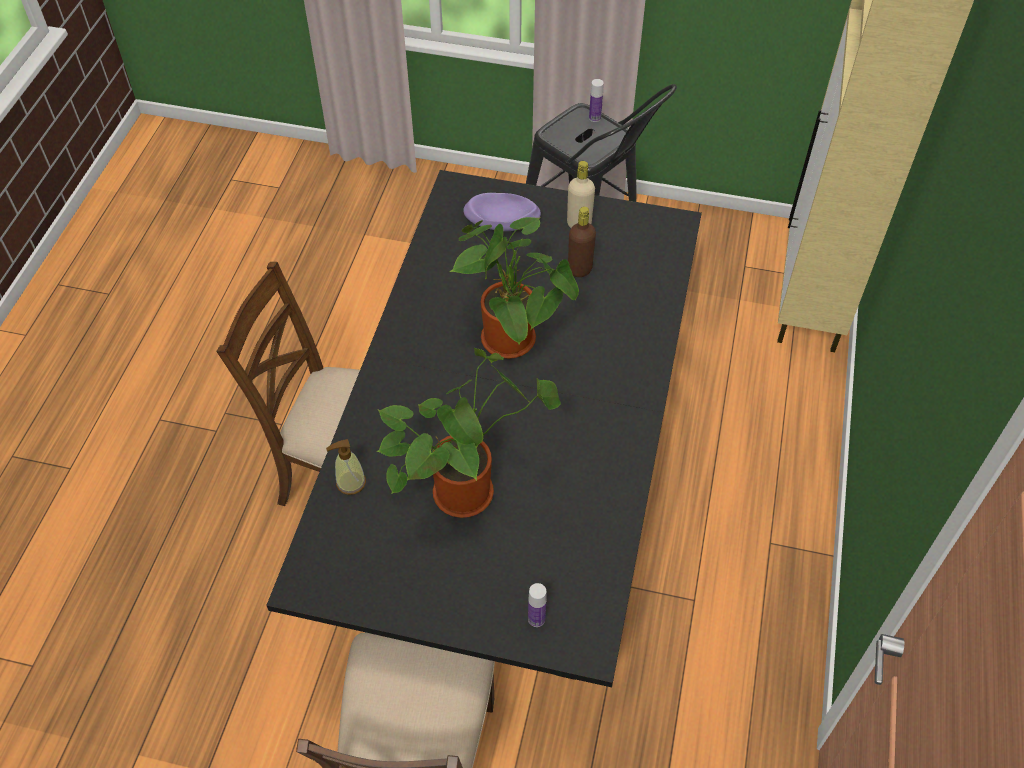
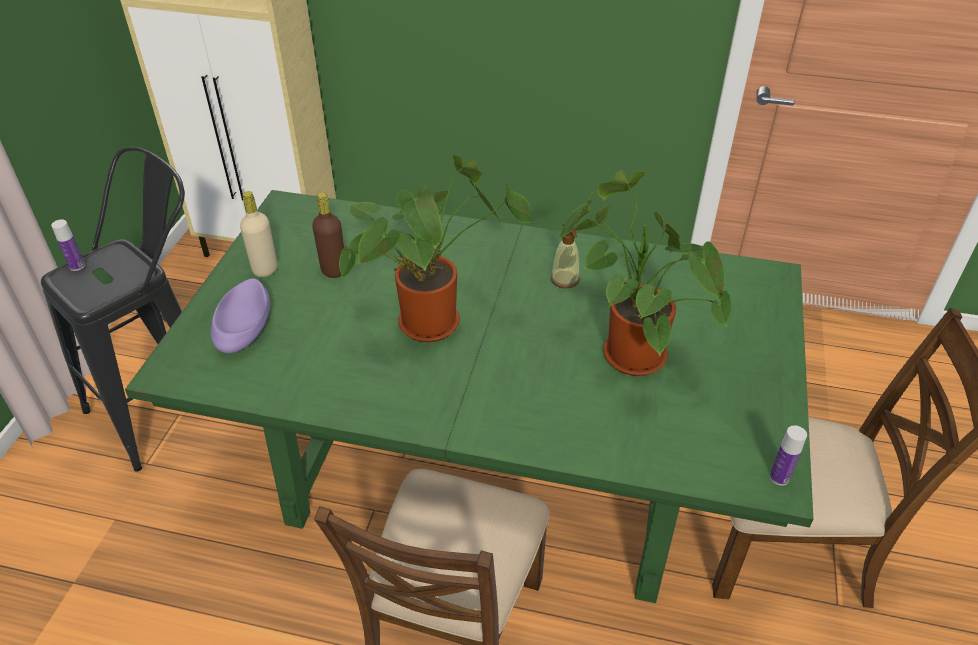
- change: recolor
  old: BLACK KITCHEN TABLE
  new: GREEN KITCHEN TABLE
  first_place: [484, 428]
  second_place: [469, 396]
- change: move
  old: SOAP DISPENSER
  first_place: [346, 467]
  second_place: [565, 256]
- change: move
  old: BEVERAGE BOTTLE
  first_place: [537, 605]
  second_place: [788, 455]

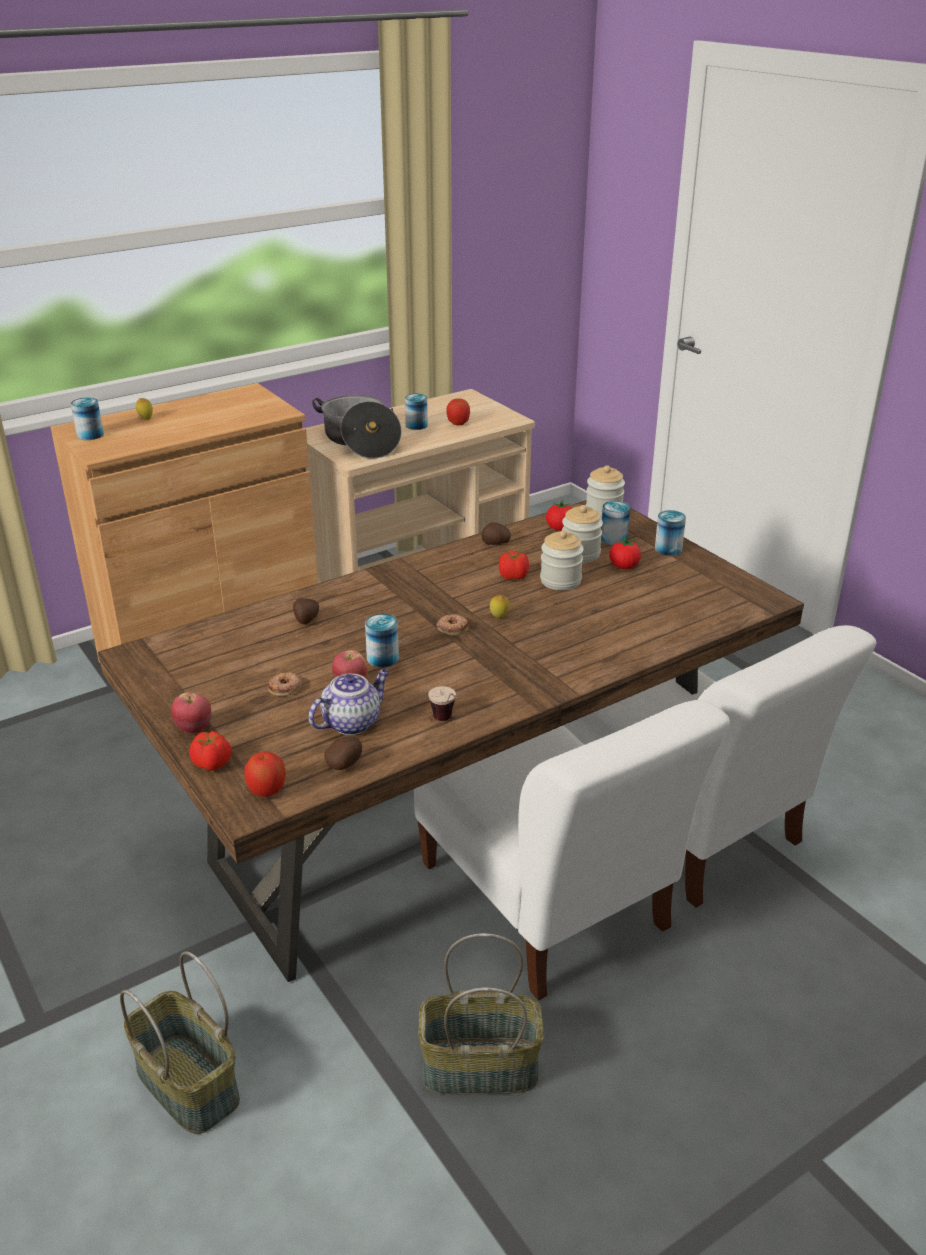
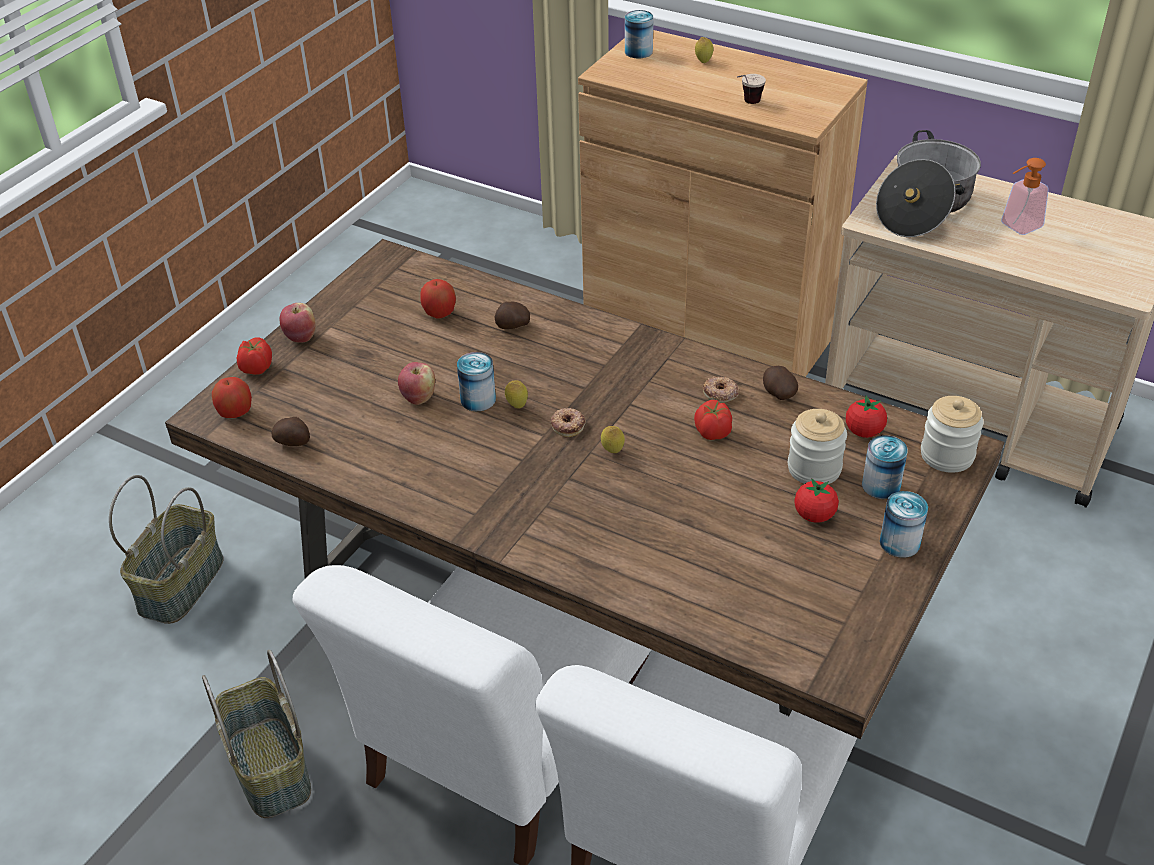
- change: replace
  old: METAL CAN
  new: SOAP DISPENSER
  first_place: [416, 412]
  second_place: [1025, 196]
- change: move
  old: APPLE
  first_place: [458, 411]
  second_place: [438, 299]
- change: delete
  old: PRESERVE JAR
  first_place: [562, 560]
- change: delete
  old: TEAPOT
  first_place: [349, 702]
- change: move
  old: DONUT
  first_place: [285, 684]
  second_place: [721, 389]
- change: move
  old: CUP
  first_place: [443, 703]
  second_place: [751, 89]
- change: insert
  new: LEMON
  second_place: [516, 394]

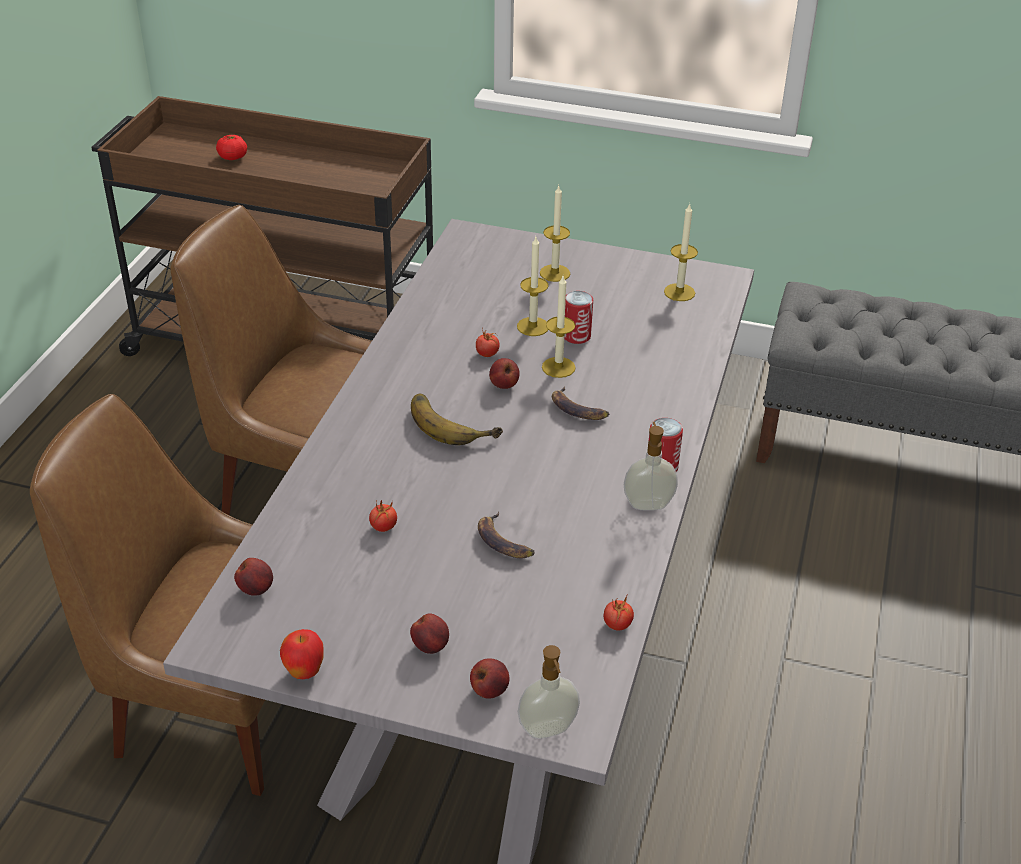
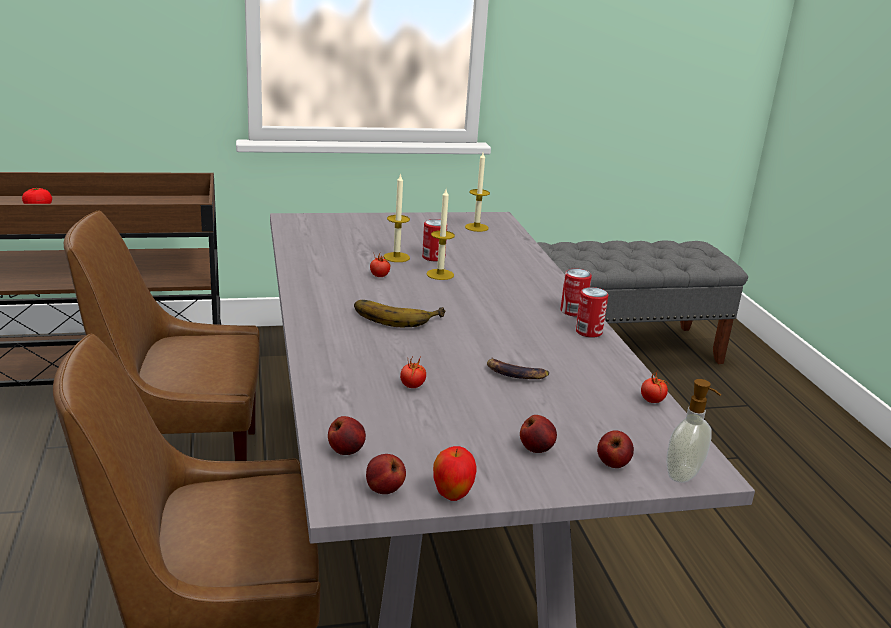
- change: delete
  old: WAX CANDLE
  first_place: [555, 234]
- change: move
  old: APPLE
  first_place: [504, 373]
  second_place: [386, 474]
- change: delete
  old: BANANA FRUIT
  first_place: [580, 403]
- change: replace
  old: SOAP DISPENSER
  new: METAL CAN
  first_place: [651, 466]
  second_place: [591, 312]

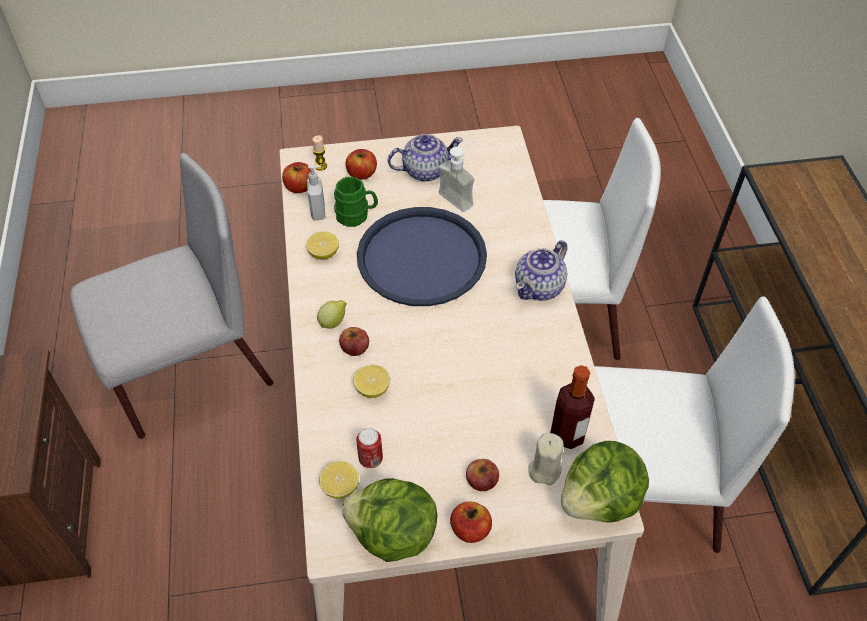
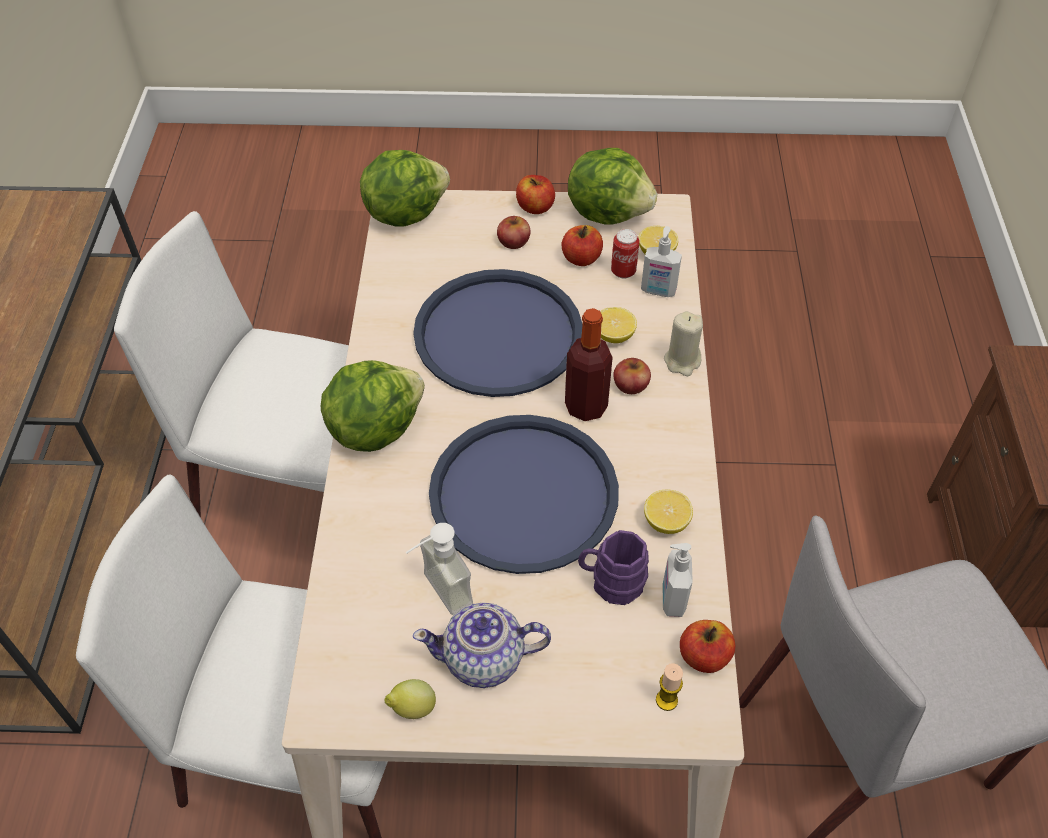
- change: move
  old: APPLE
  first_place: [361, 164]
  second_place: [582, 245]
- change: recolor
  old: GREEN COFFEE MUG
  new: PURPLE-COLOURED COFFEE MUG
  first_place: [356, 202]
  second_place: [613, 567]
- change: replace
  old: TEAPOT
  new: LETTUCE HEAD
  first_place: [541, 270]
  second_place: [373, 406]
- change: move
  old: LEMON
  first_place: [332, 314]
  second_place: [410, 699]
- change: move
  old: BEVERAGE BOTTLE
  first_place: [572, 407]
  second_place: [589, 364]
- change: move
  old: BEIGE WAX CANDLE
  first_place: [546, 459]
  second_place: [683, 343]
- change: insert
  new: SOAP DISPENSER
  second_place: [661, 261]
- change: insert
  new: BLUE CARRYING TRAY
  second_place: [498, 333]

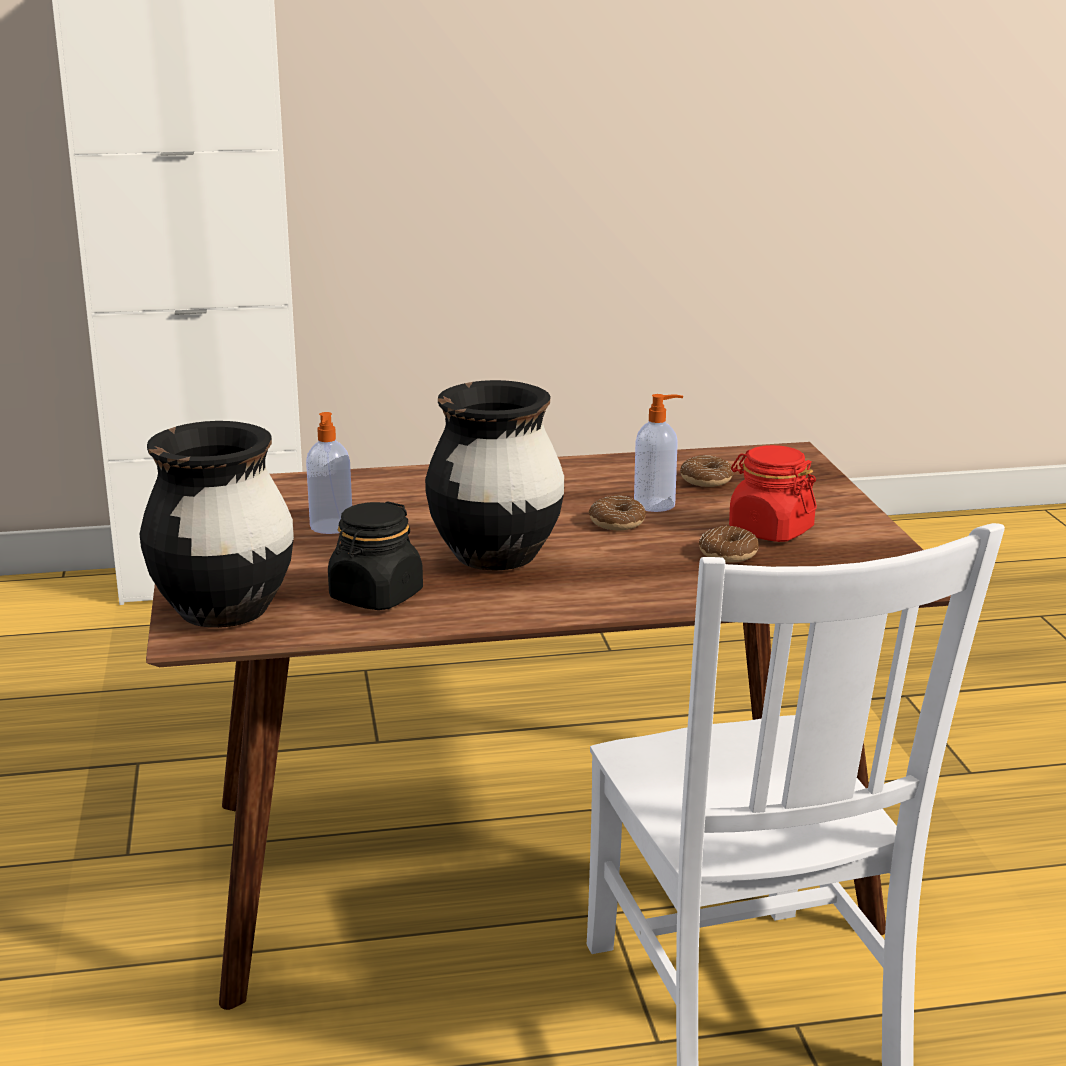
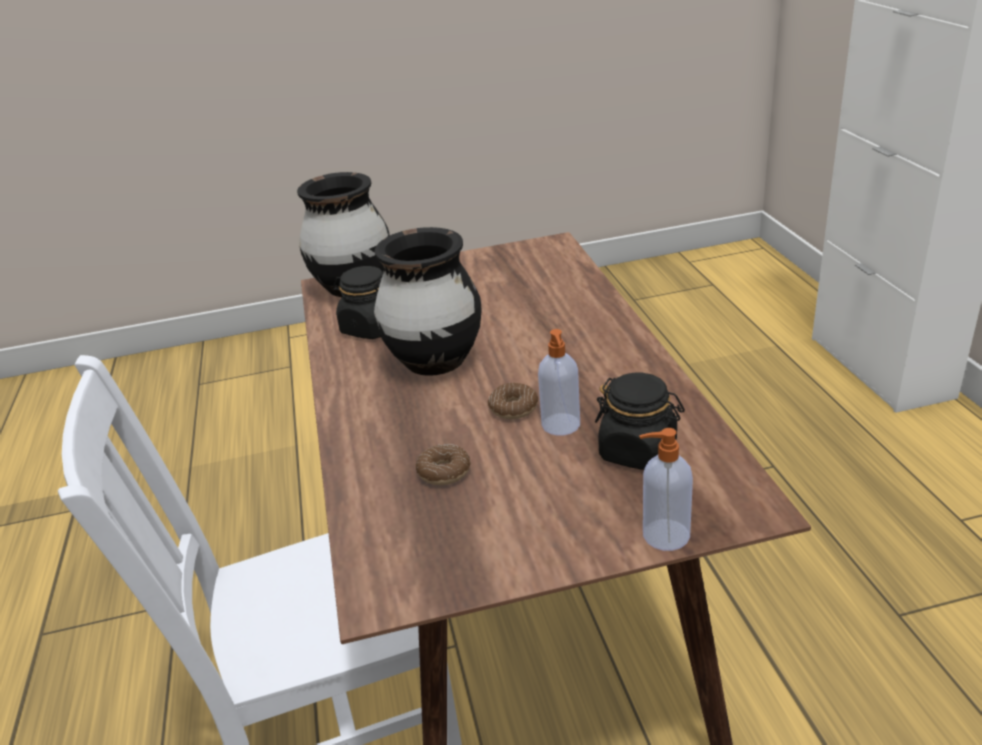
- change: move
  old: SOAP DISPENSER
  first_place: [329, 473]
  second_place: [666, 489]
- change: delete
  old: REDDISH PRESERVE JAR
  first_place: [773, 493]
- change: replace
  old: DONUT
  new: BLACK PRESERVE JAR
  first_place: [707, 471]
  second_place: [640, 421]

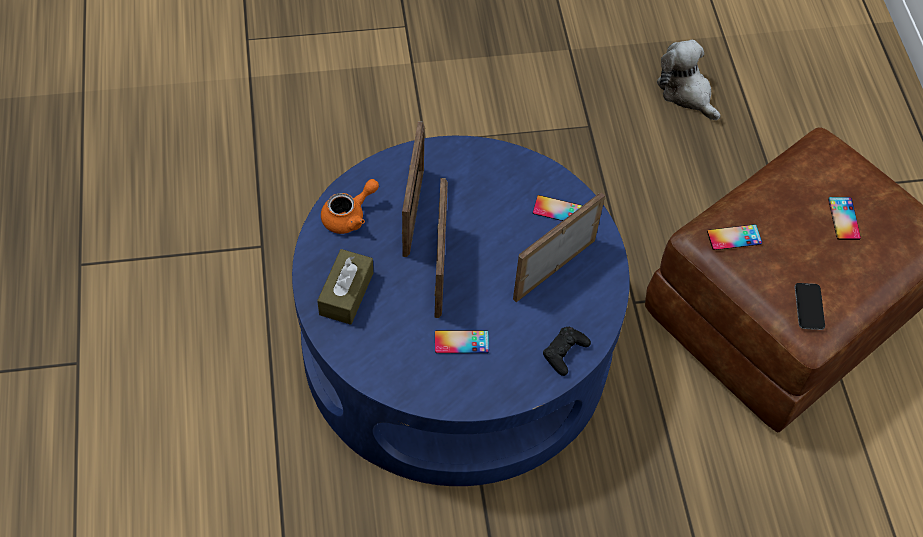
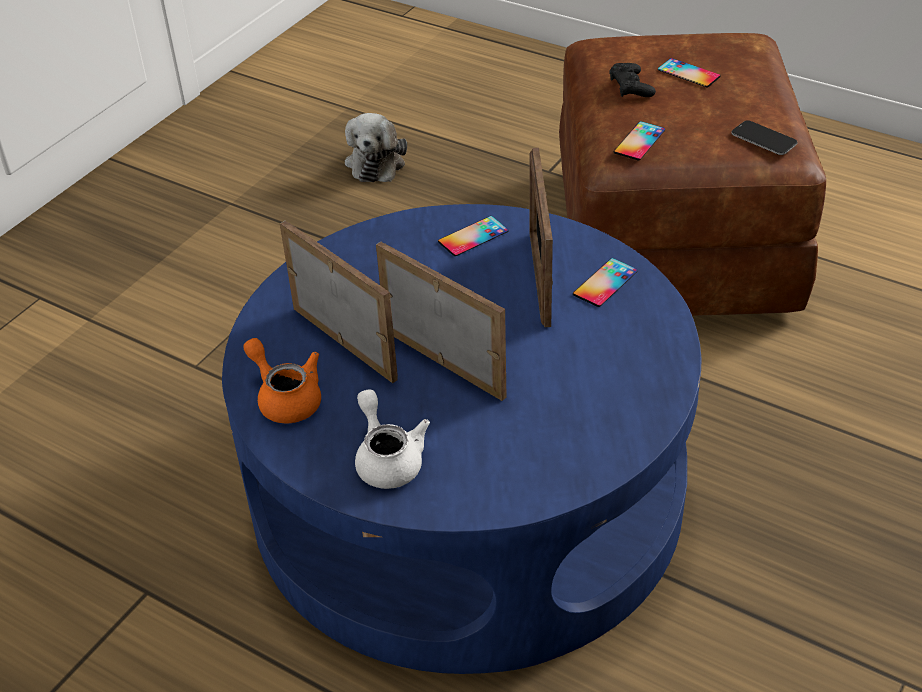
- change: rotate
  old: SOFT TOY
  first_place: [688, 80]
  second_place: [376, 147]
  degrees: -90
- change: rotate
  old: ORANGE TEAPOT
  first_place: [350, 206]
  second_place: [282, 381]
  degrees: -45
- change: replace
  old: BROWN-COLOURED TISSUE HOLDER
  new: WHITE TEAPOT
  first_place: [345, 287]
  second_place: [392, 439]
- change: move
  old: BLACK GAME CONTROLLER
  first_place: [567, 351]
  second_place: [632, 80]
- change: move
  old: PHONE
  first_place: [462, 341]
  second_place: [605, 282]

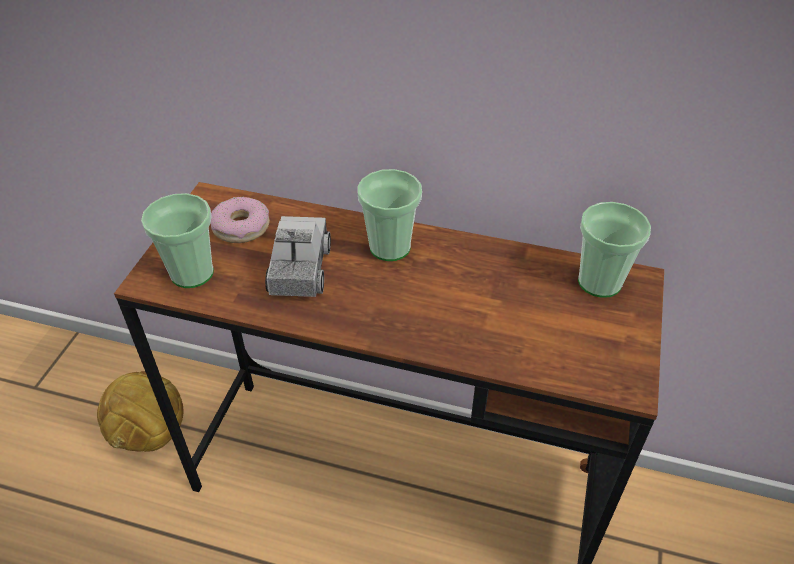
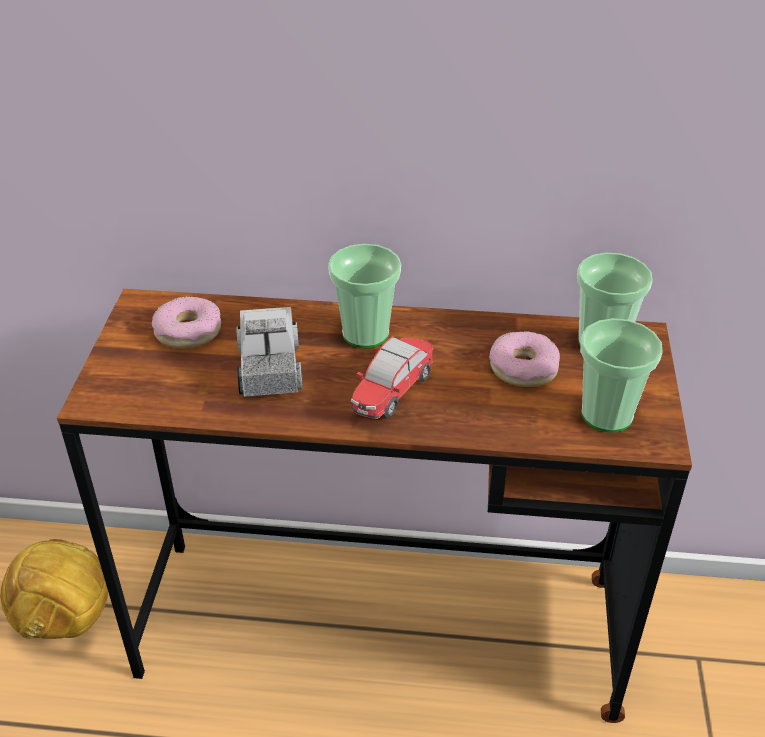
- change: move
  old: CUP
  first_place: [177, 240]
  second_place: [621, 375]
- change: insert
  new: DONUT
  second_place: [524, 359]
- change: insert
  new: MODEL CAR
  second_place: [392, 377]

